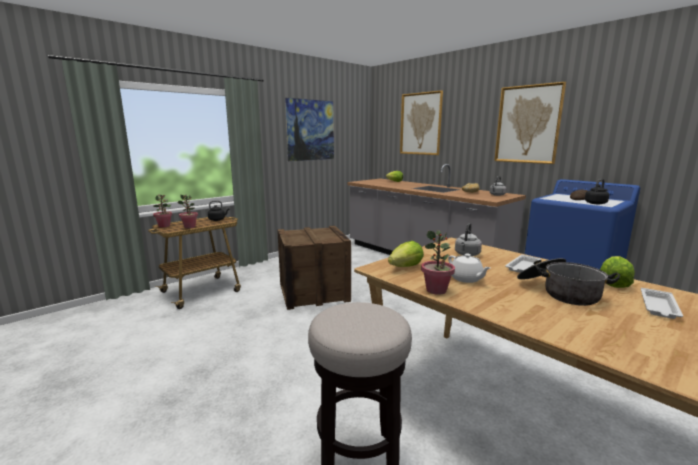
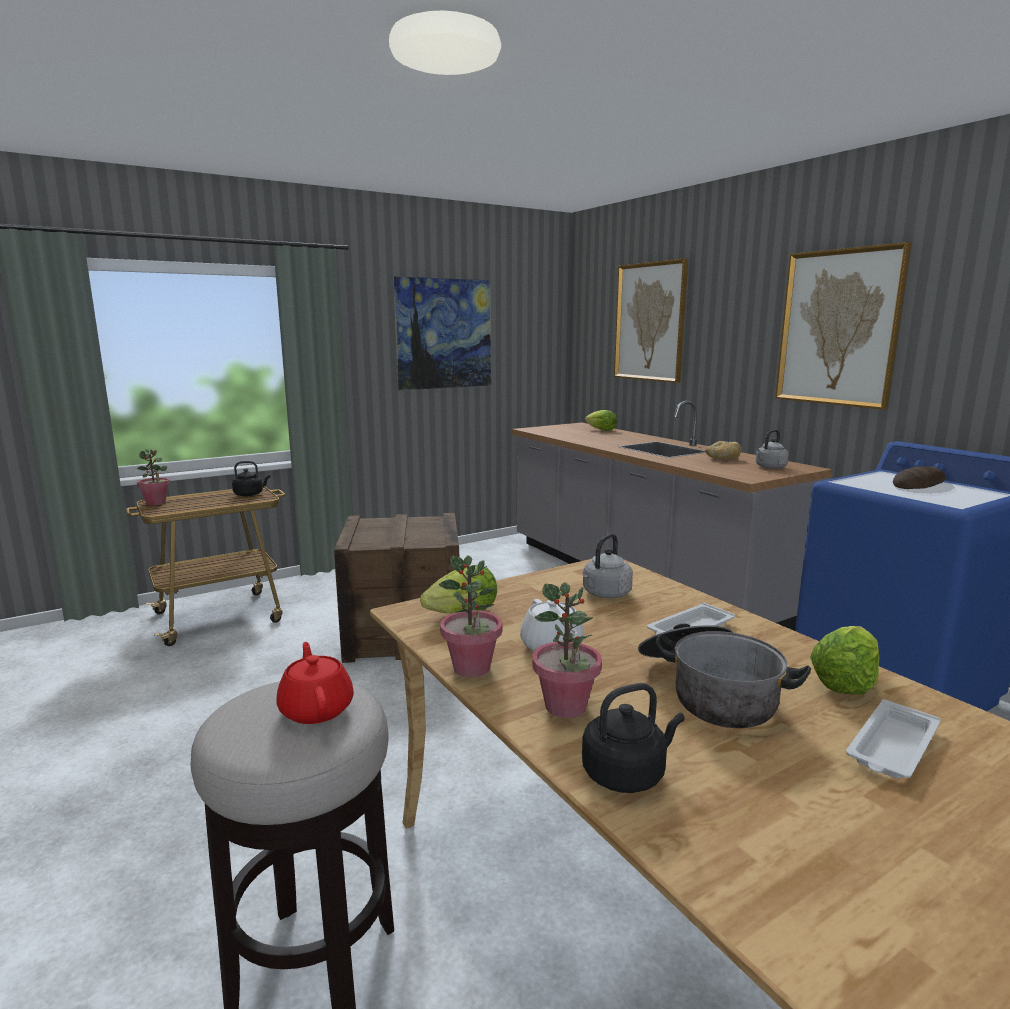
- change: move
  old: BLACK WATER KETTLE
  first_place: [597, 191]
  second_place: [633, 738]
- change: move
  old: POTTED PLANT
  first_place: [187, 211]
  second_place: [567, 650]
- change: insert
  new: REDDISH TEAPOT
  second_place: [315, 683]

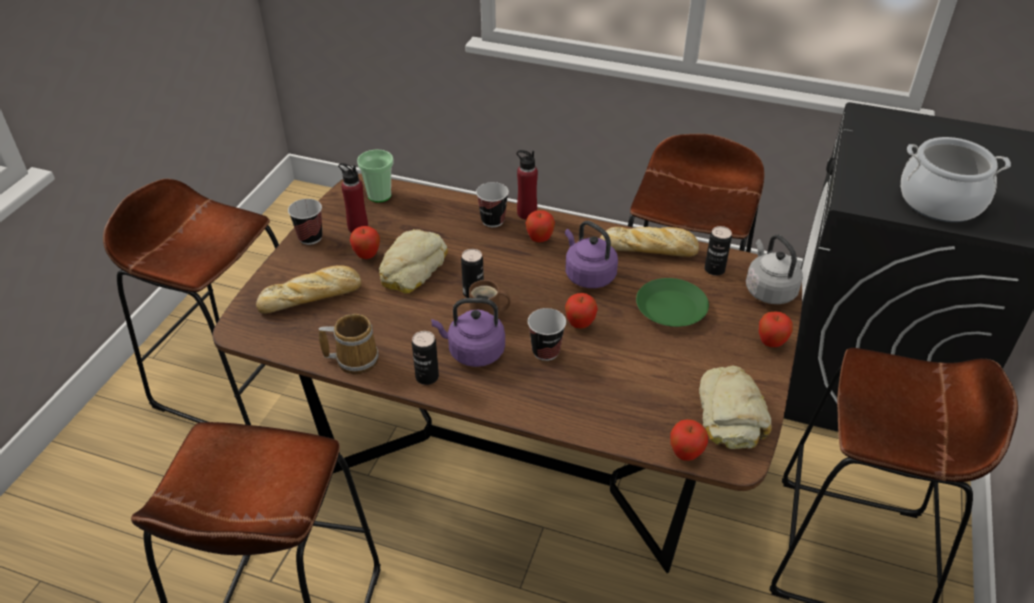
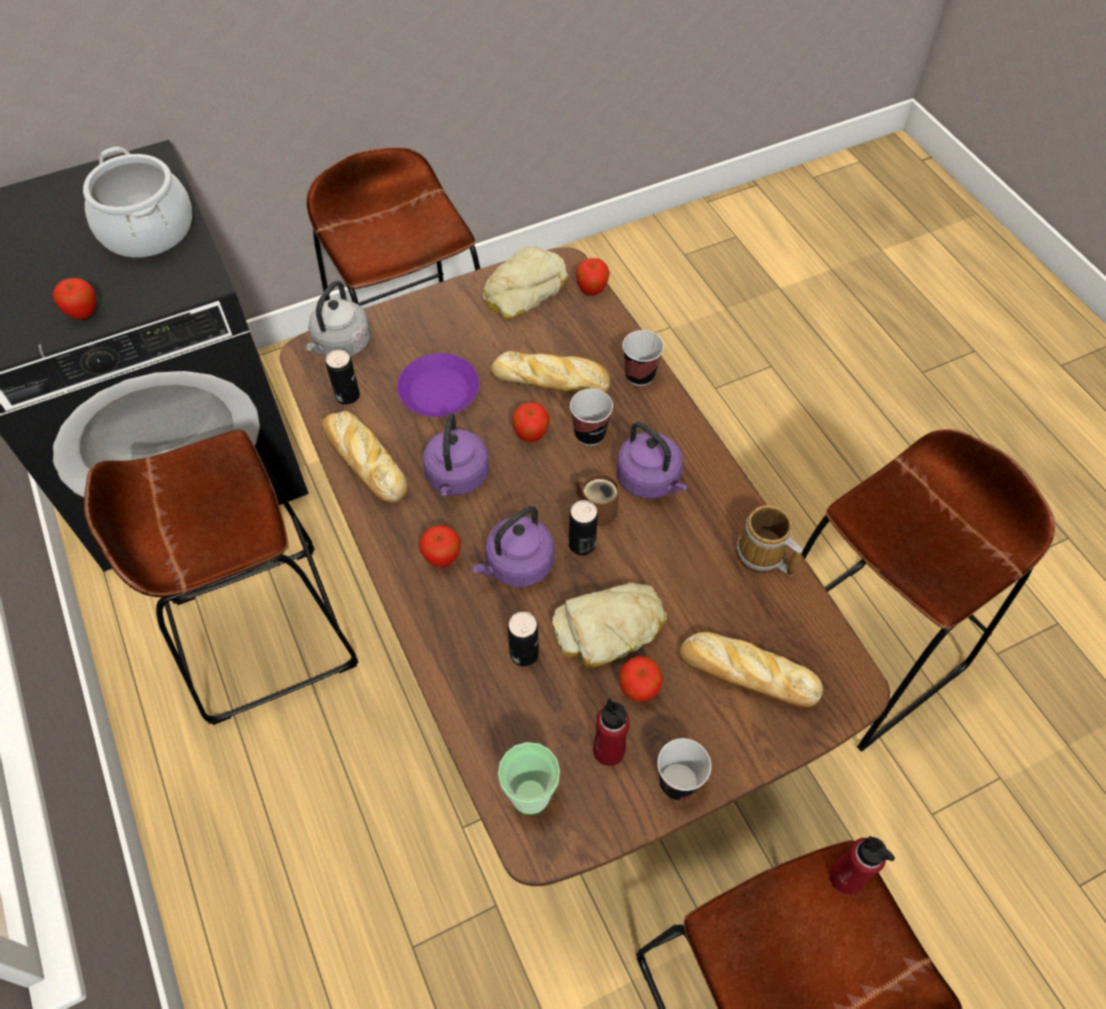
- change: move
  old: REDDISH BEVERAGE BOTTLE
  first_place: [527, 185]
  second_place: [862, 865]
- change: move
  old: CUP
  first_place: [492, 204]
  second_place: [643, 358]
- change: recolor
  old: GREEN PLATE
  new: PURPLE-COLOURED PLATE
  first_place: [672, 302]
  second_place: [438, 385]
- change: move
  old: APPLE
  first_place: [776, 329]
  second_place: [74, 299]
- change: move
  old: METAL CAN
  first_place: [425, 358]
  second_place: [523, 639]
- change: insert
  new: BAKERY BREAD
  second_place: [550, 372]
- change: insert
  new: PURPLE-COLOURED WATER KETTLE
  second_place: [513, 546]

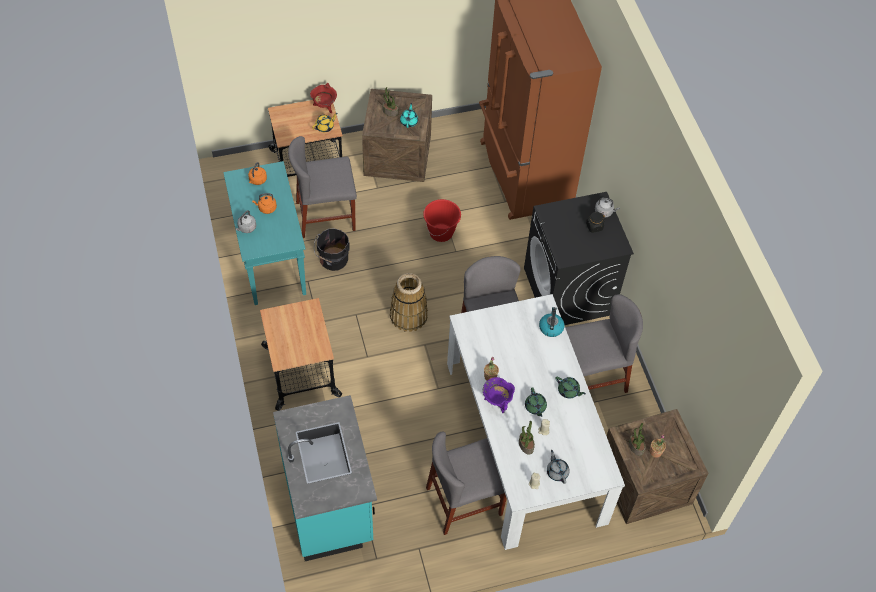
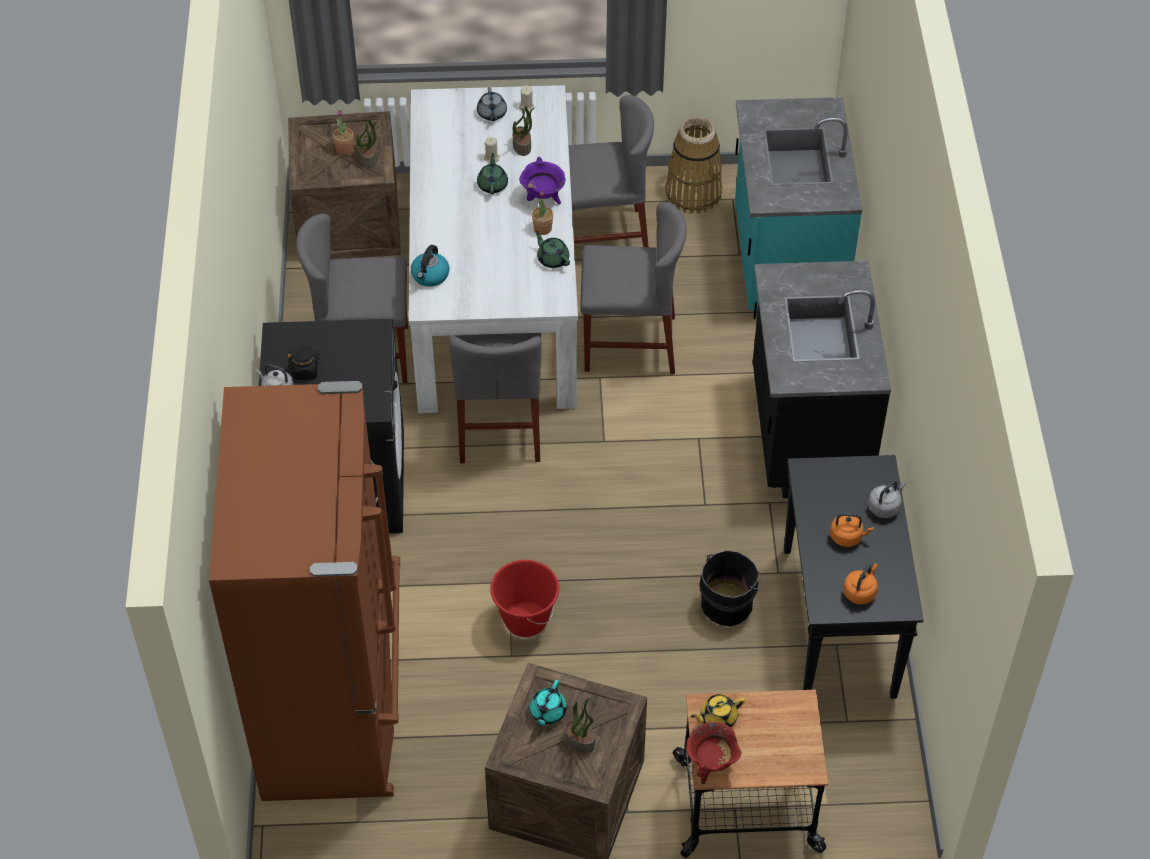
- change: move
  old: GREY PLAIN CHAIR
  first_place: [322, 187]
  second_place: [633, 288]
- change: recolor
  old: TURQUOISE-COLOURED HALL TABLE
  new: BLACK HALL TABLE
  first_place: [264, 233]
  second_place: [853, 577]
- change: move
  old: STORAGE BASKET
  first_place: [409, 302]
  second_place: [693, 165]
- change: replace
  old: CART
  new: BLACK KITCHEN BASE UNIT
  first_place: [301, 354]
  second_place: [822, 379]
- change: move
  old: GREEN TEAPOT
  first_place: [571, 388]
  second_place: [552, 249]

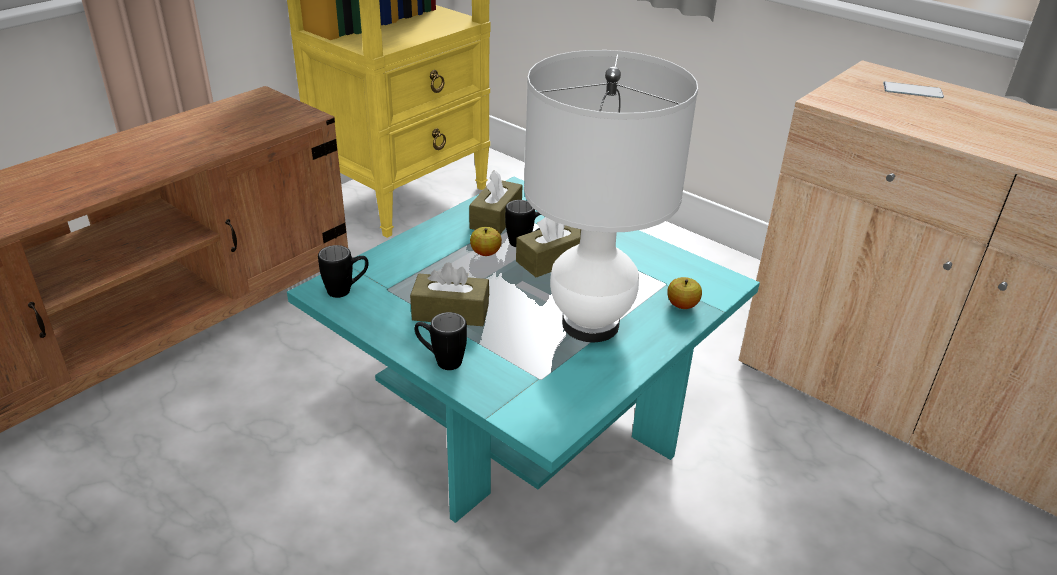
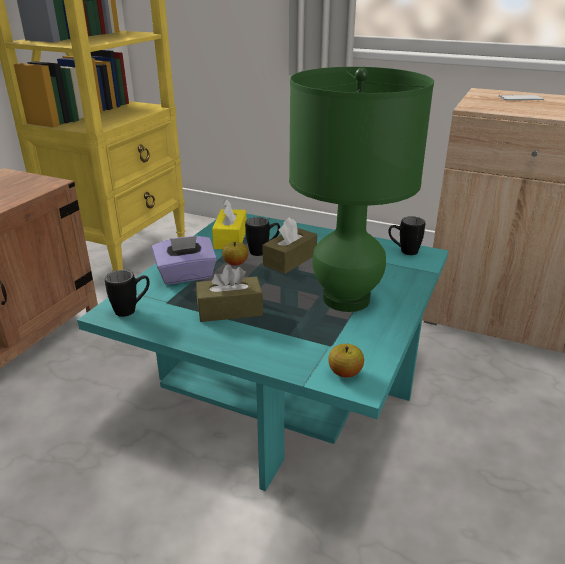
- change: recolor
  old: WHITE TABLE LAMP
  new: GREEN TABLE LAMP
  first_place: [611, 196]
  second_place: [361, 189]
- change: recolor
  old: BROWN-COLOURED TISSUE HOLDER
  new: YELLOW TISSUE HOLDER
  first_place: [495, 202]
  second_place: [229, 224]
- change: move
  old: APPLE
  first_place: [684, 293]
  second_place: [346, 360]
- change: move
  old: BLACK COFFEE MUG
  first_place: [441, 341]
  second_place: [406, 235]
- change: insert
  new: PURPLE-COLOURED TISSUE HOLDER
  second_place: [184, 260]

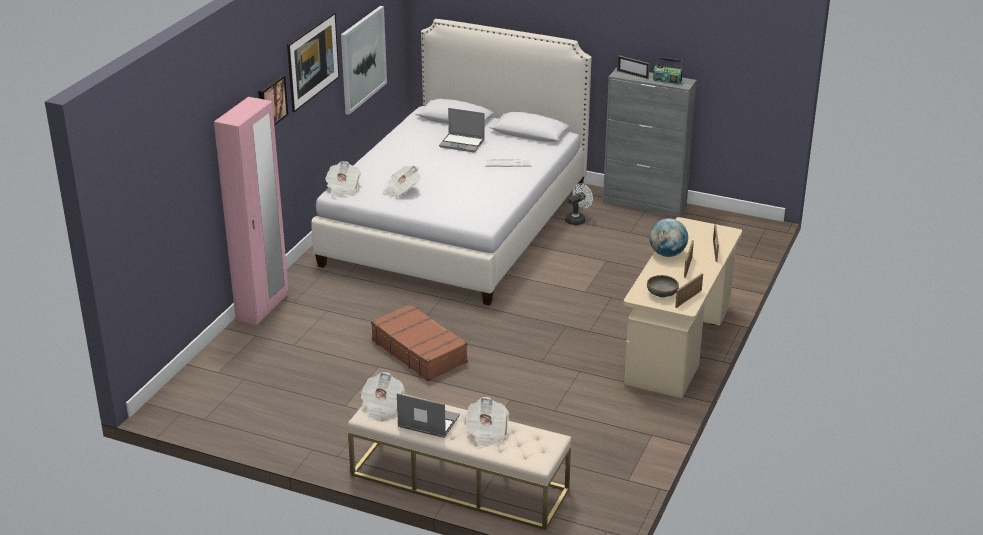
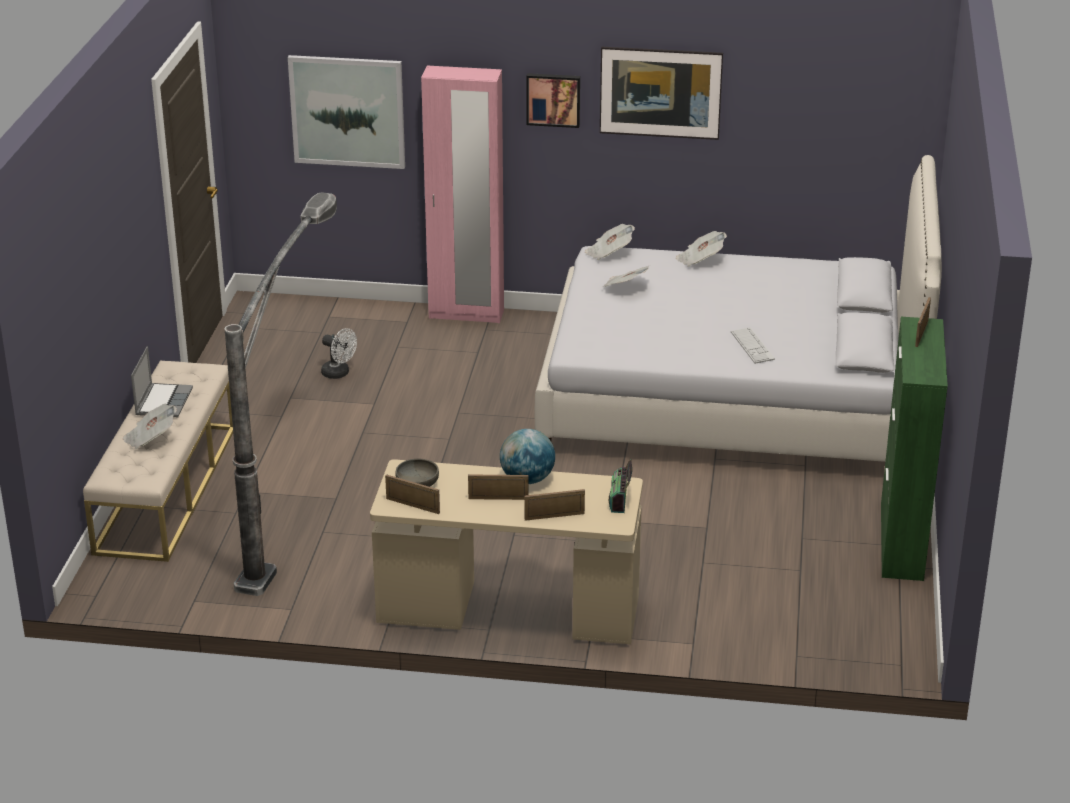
- change: move
  old: WALL ART
  first_place: [364, 60]
  second_place: [346, 112]
- change: move
  old: RADIO SET
  first_place: [668, 70]
  second_place: [620, 486]
- change: recolor
  old: GREY STORAGE CABINET
  new: GREEN STORAGE CABINET
  first_place: [650, 142]
  second_place: [914, 449]
- change: delete
  old: NOTEBOOK COMPUTER
  first_place: [462, 130]
- change: move
  old: WHITE ELECTRIC FAN
  first_place: [579, 204]
  second_place: [339, 353]
- change: delete
  old: BROWN-COLOURED PIECE OF LUGGAGE
  first_place: [419, 342]
- change: move
  old: NEWSPAPER
  first_place: [382, 396]
  second_place: [701, 249]
- change: insert
  new: STANDARD LAMP
  second_place: [281, 394]

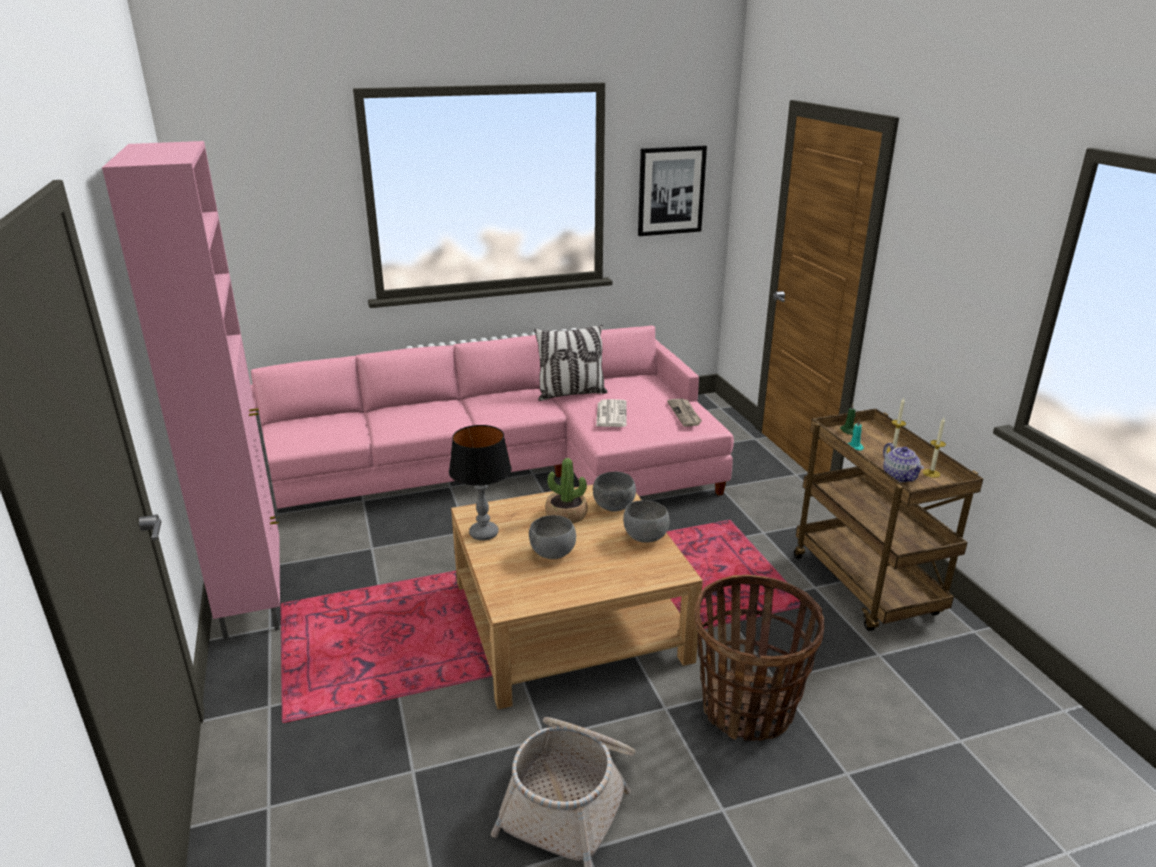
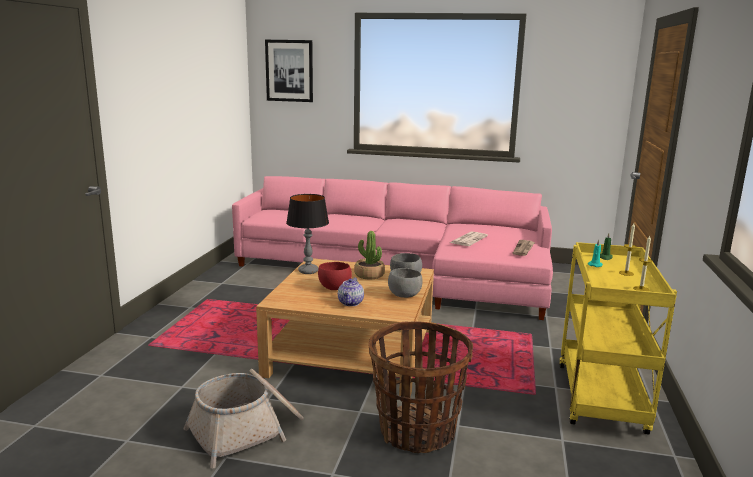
- change: delete
  old: PINK-COLOURED STORAGE CABINET
  first_place: [191, 390]
- change: move
  old: WALL ART
  first_place: [672, 191]
  second_place: [289, 71]
- change: delete
  old: THROW PILLOW
  first_place: [571, 363]
- change: recolor
  old: BROWN-COLOURED CART
  new: YELLOW CART
  first_place: [888, 520]
  second_place: [618, 338]
- change: move
  old: TEAPOT
  first_place: [903, 462]
  second_place: [351, 291]
- change: recolor
  old: GREY BOWL
  new: REDDISH BOWL
  first_place: [552, 537]
  second_place: [335, 276]

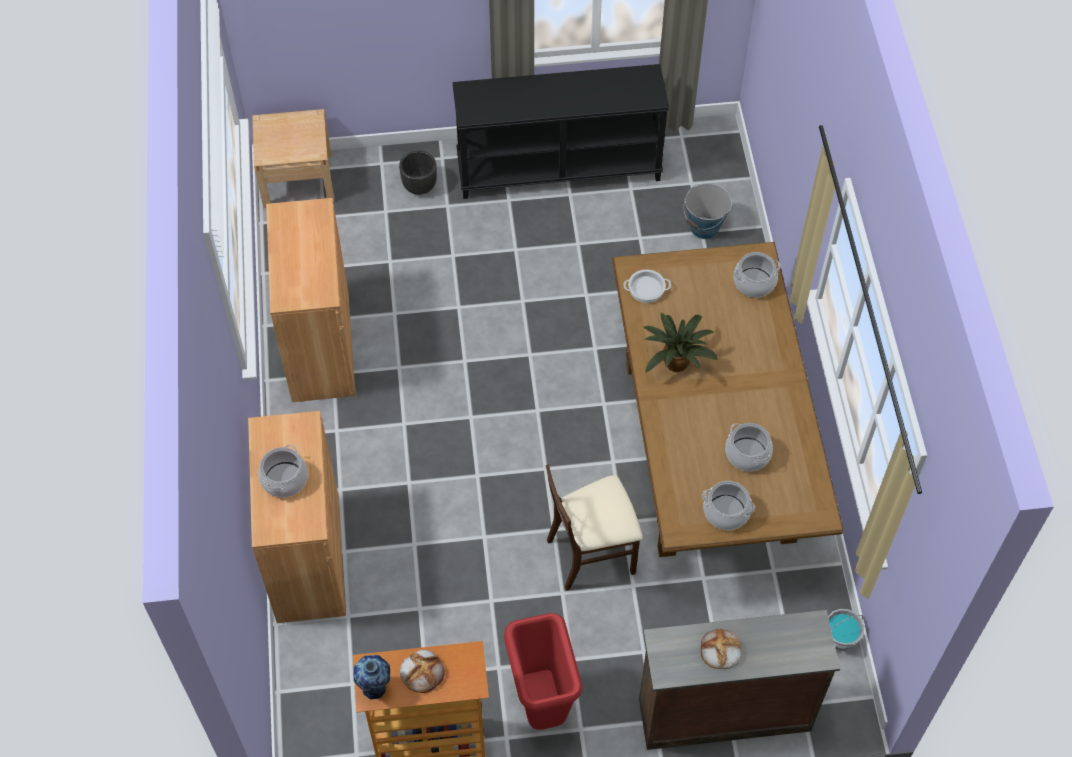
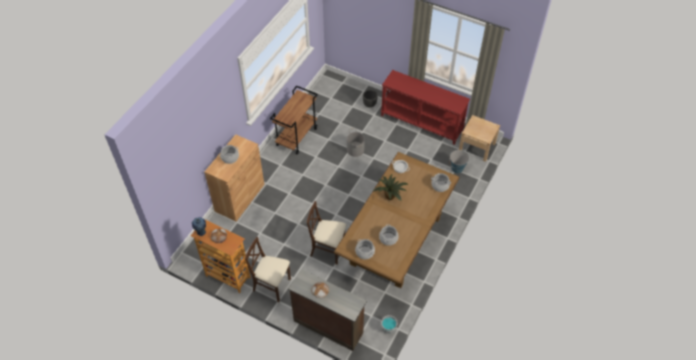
- change: recolor
  old: BLACK HALL TABLE
  new: REDDISH HALL TABLE
  first_place: [560, 131]
  second_place: [425, 107]
- change: move
  old: BEIGE BEDSIDE TABLE
  first_place: [293, 158]
  second_place: [479, 138]
- change: replace
  old: BROWN-COLOURED STORAGE CABINET
  new: BROWN-COLOURED CART
  first_place: [311, 300]
  second_place: [294, 120]
- change: replace
  old: REDDISH TRASH CAN
  new: BEIGE PLAIN CHAIR
  first_place: [543, 671]
  second_place: [268, 270]
- change: insert
  new: GREY PAIL
  second_place: [356, 142]

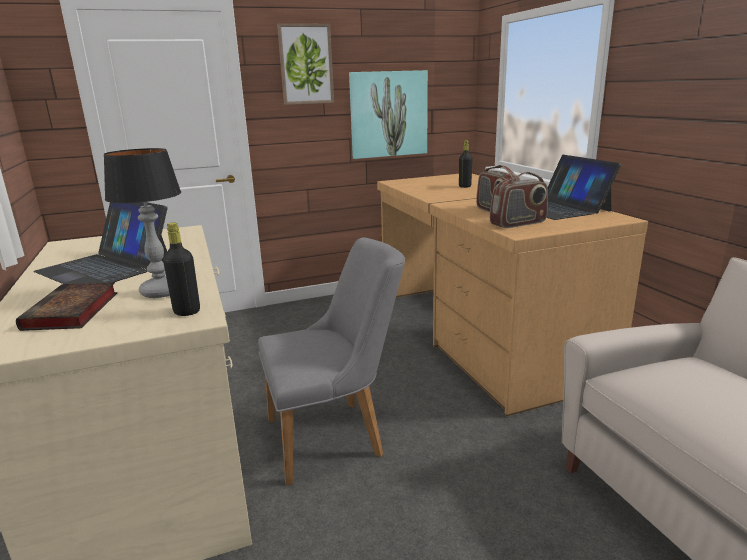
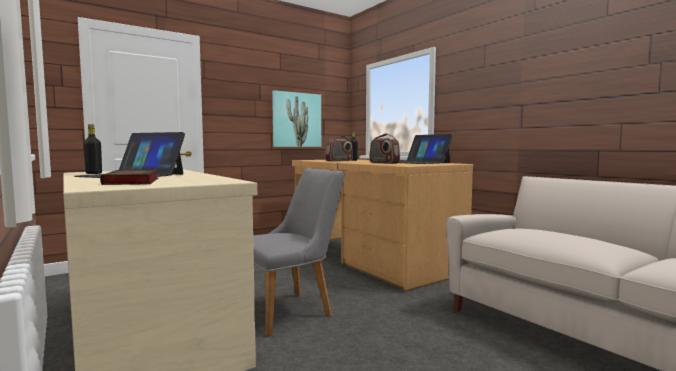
- change: delete
  old: WALL ART
  first_place: [305, 64]
- change: delete
  old: TABLE LAMP
  first_place: [142, 223]
- change: move
  old: RADIO SET
  first_place: [519, 200]
  second_place: [339, 149]
- change: move
  old: BLACK BEVERAGE BOTTLE
  first_place: [181, 269]
  second_place: [92, 149]

